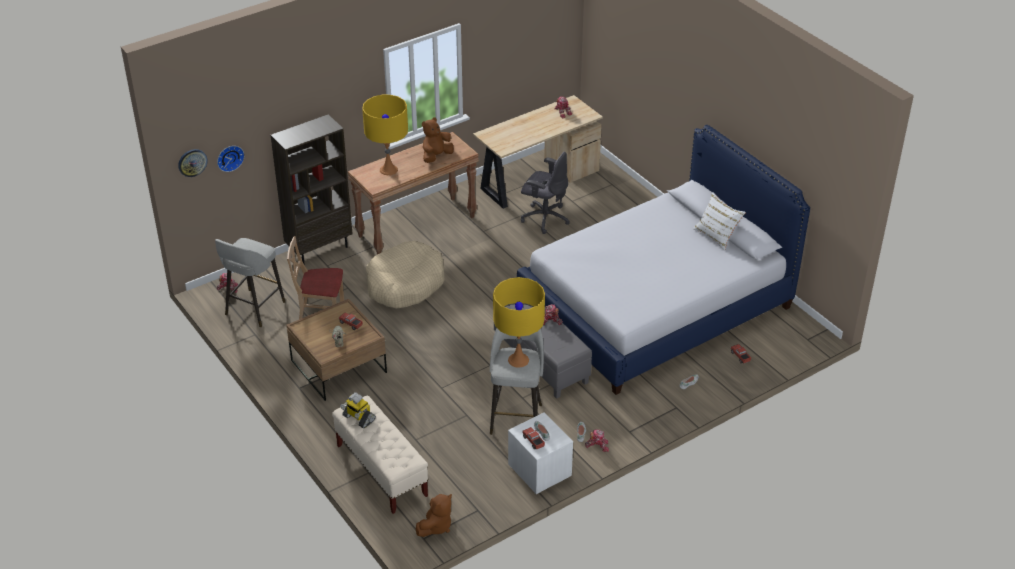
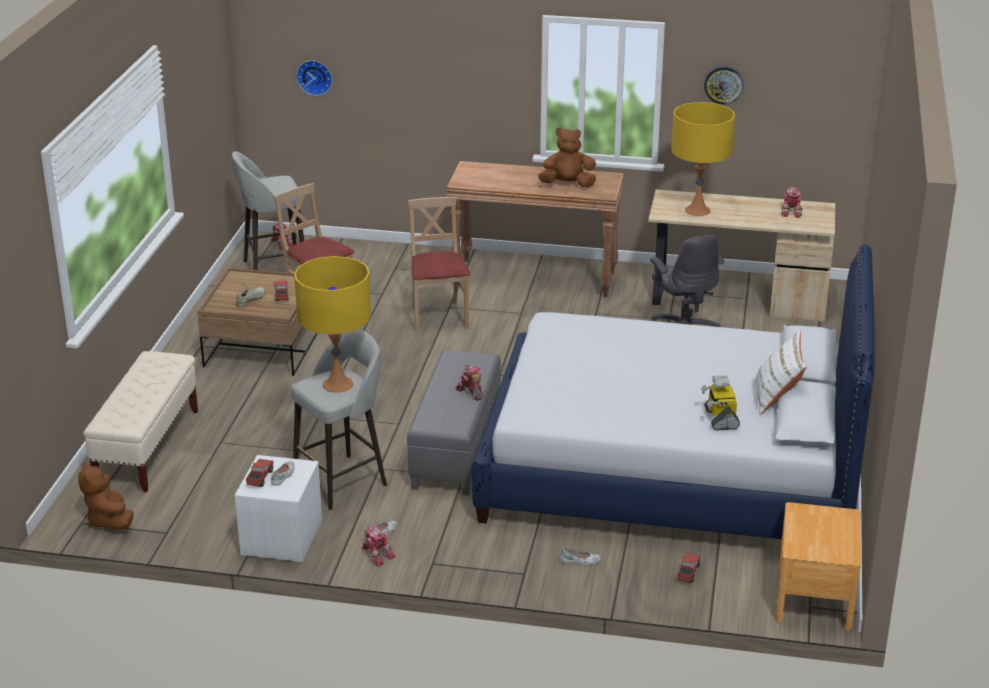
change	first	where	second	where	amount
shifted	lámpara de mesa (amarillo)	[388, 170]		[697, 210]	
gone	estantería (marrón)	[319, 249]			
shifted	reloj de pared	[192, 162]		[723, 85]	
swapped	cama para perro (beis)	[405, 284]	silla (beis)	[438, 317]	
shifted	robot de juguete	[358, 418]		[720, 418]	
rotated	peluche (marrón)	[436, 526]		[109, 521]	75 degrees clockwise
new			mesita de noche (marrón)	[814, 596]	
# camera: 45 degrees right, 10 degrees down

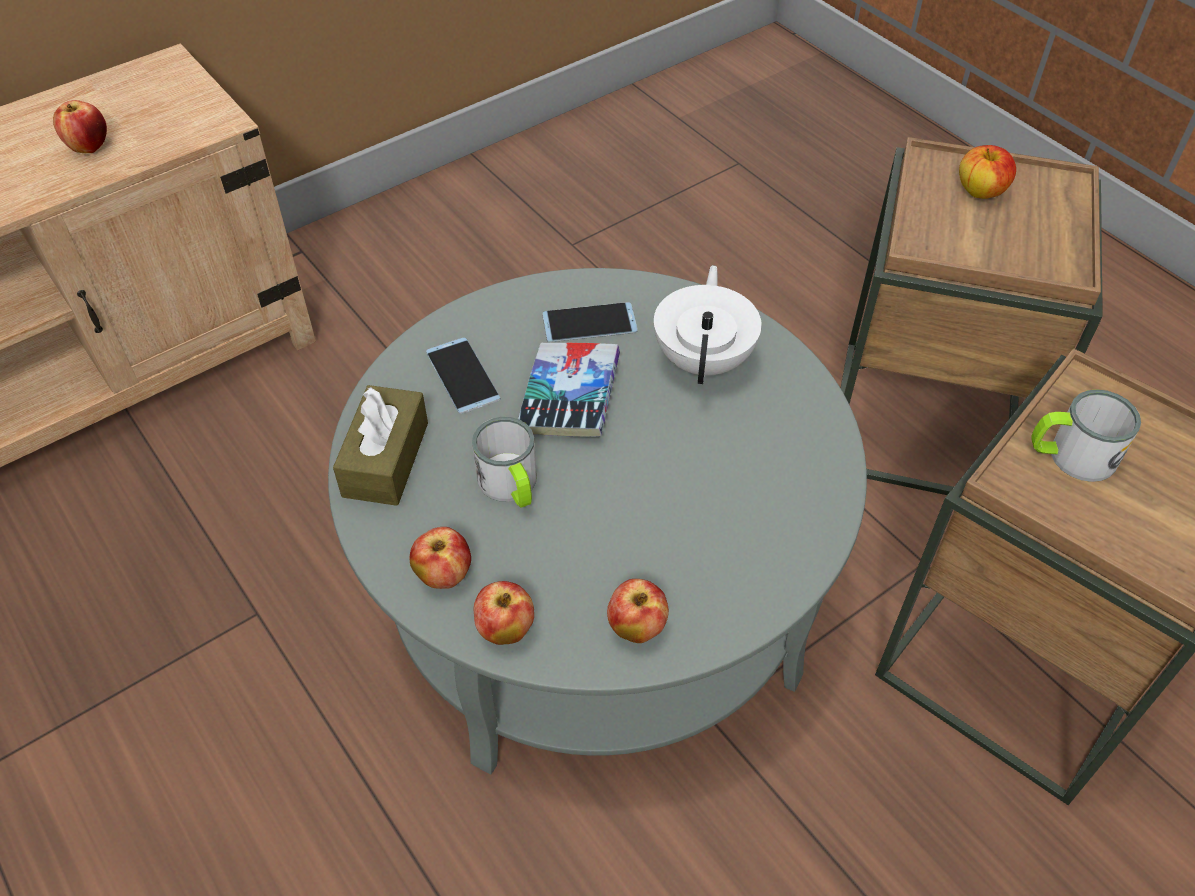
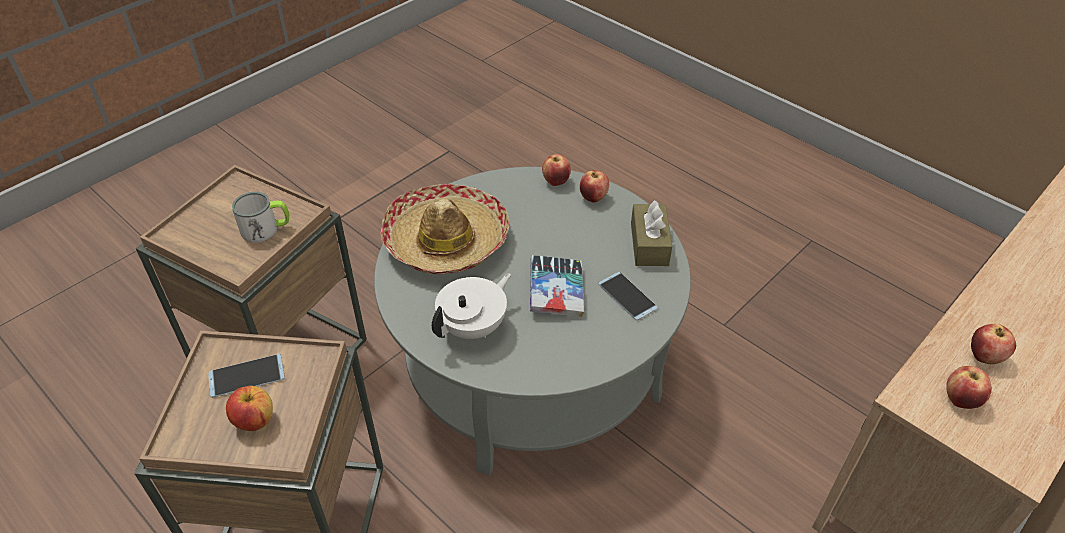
change	first	where	second	where	amount
rotated	tetera (blanco)	[704, 359]		[474, 327]	135 degrees counterclockwise
shifted	móvil	[589, 323]		[246, 376]	
gone	taza grande	[511, 486]			
shifted	manzana	[636, 628]		[961, 400]	
new			sombrero	[446, 240]	
# camera: 170 degrees right, 5 degrees down

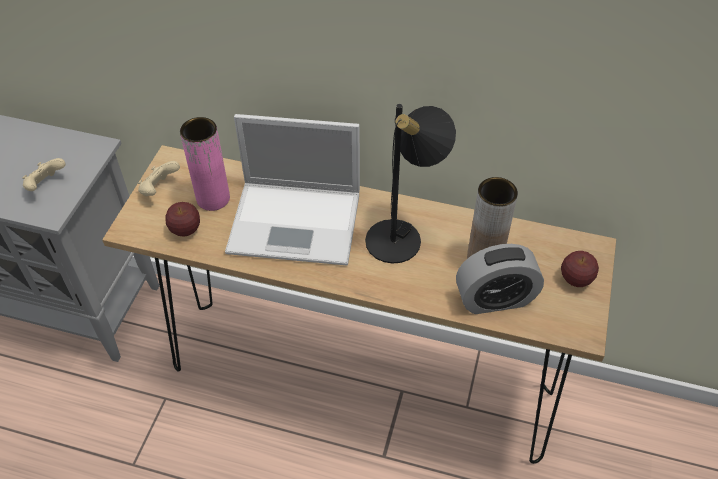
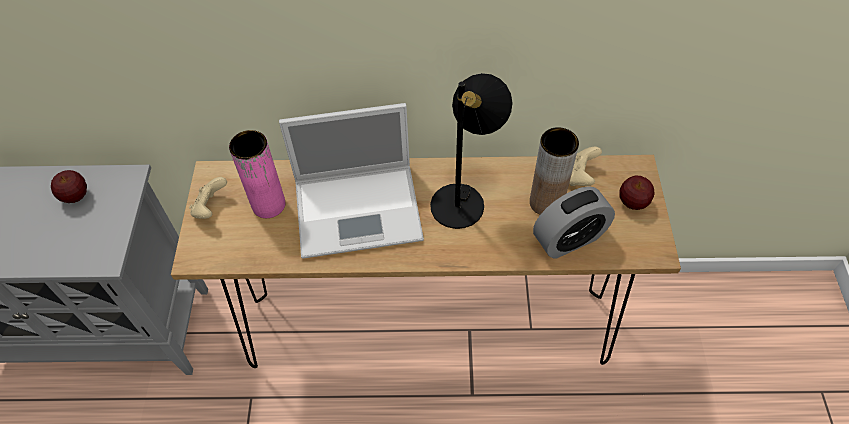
change	first	where	second	where	amount
shifted	mando de consola (beis)	[46, 185]		[580, 176]	
shifted	manzana	[185, 230]		[76, 196]	
# camera: 15 degrees left, 5 degrees up

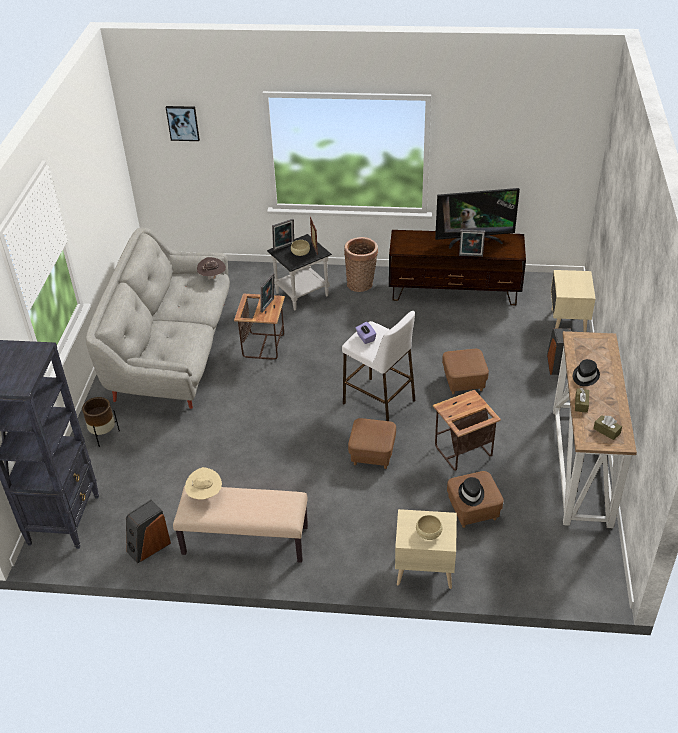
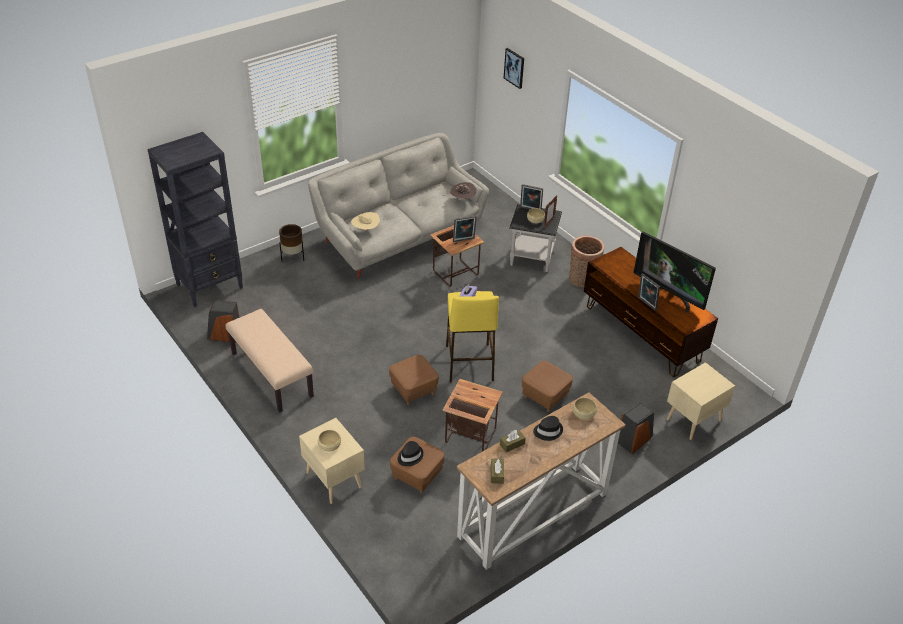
change	first	where	second	where	amount
repainted	taburete (blanco)	[379, 402]	taburete (amarillo)	[469, 363]	
shifted	sombrero (beis)	[205, 494]		[366, 230]	
new			cuenco (beis)	[584, 413]	
# camera: 45 degrees right, 0 degrees up

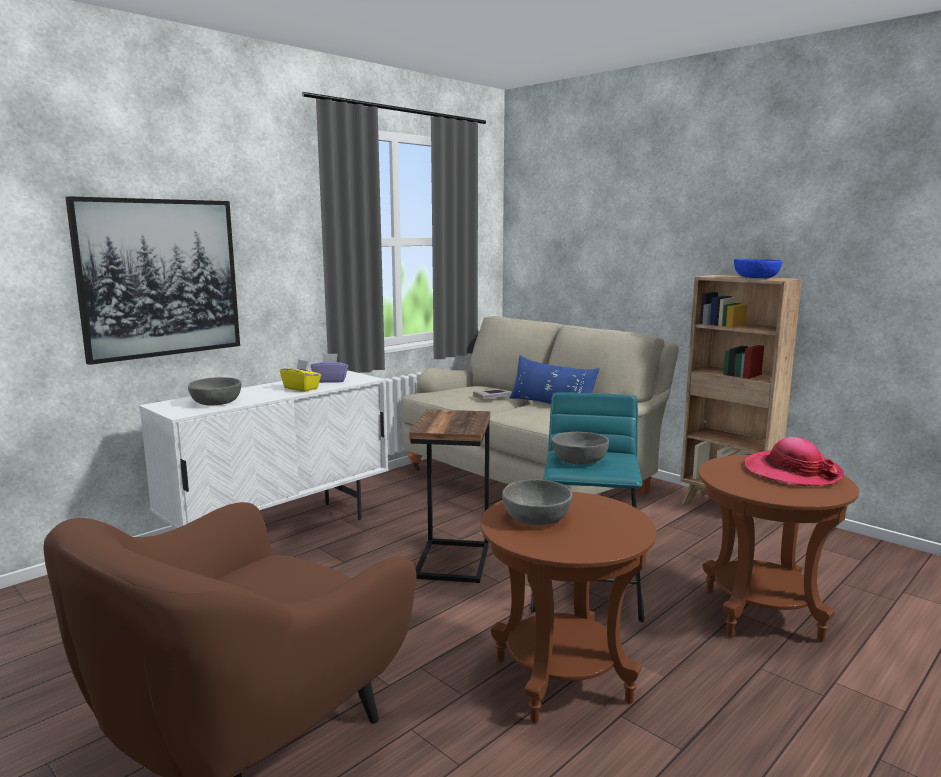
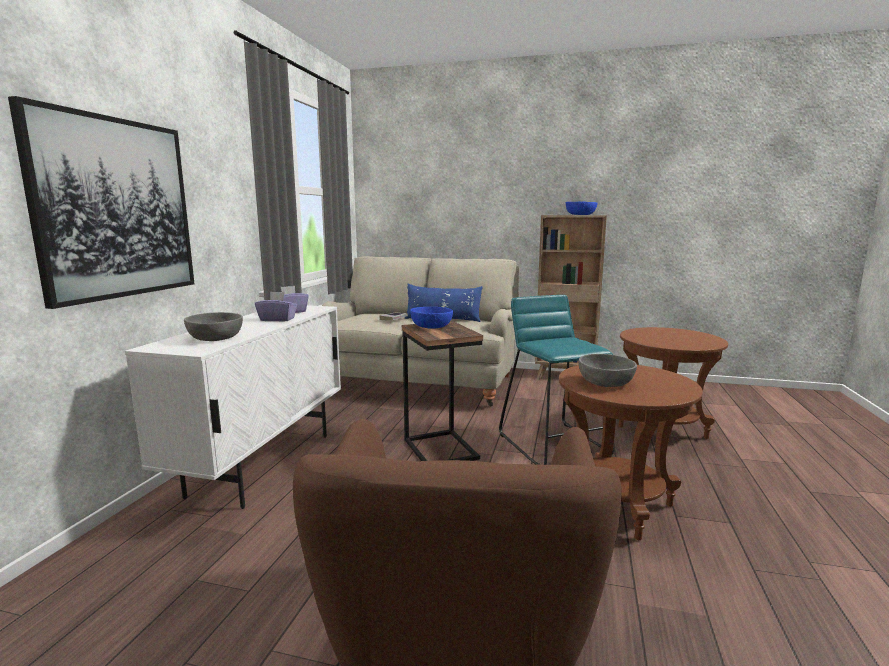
change	first	where	second	where	amount
repainted	caja de pañuelos (amarillo)	[301, 388]	caja de pañuelos (morado)	[277, 319]	
gone	cuenco (gris)	[579, 460]			
gone	sombrero	[792, 472]			
new			cuenco (azul)	[431, 326]	
# camera: 30 degrees left, 0 degrees up

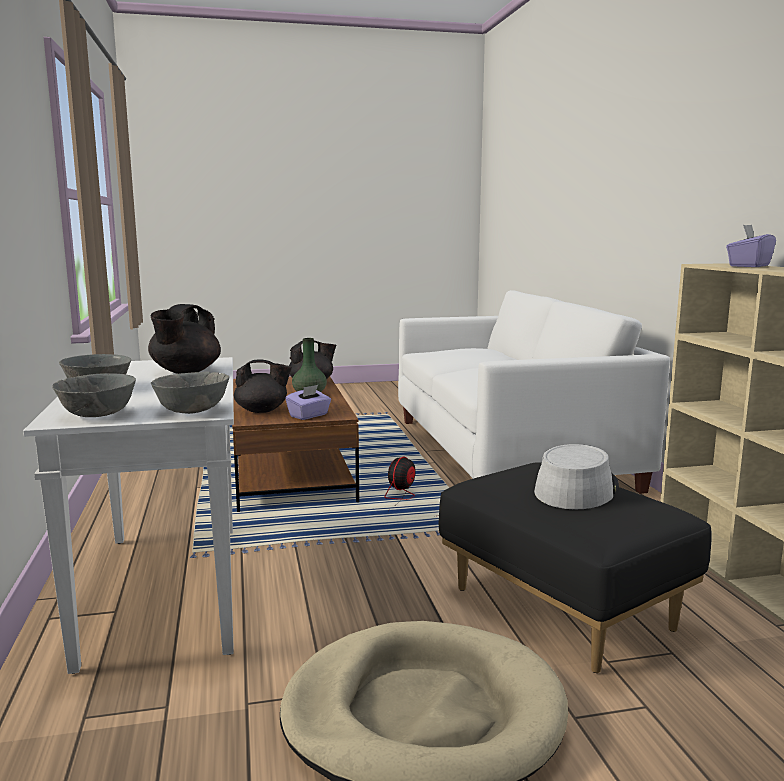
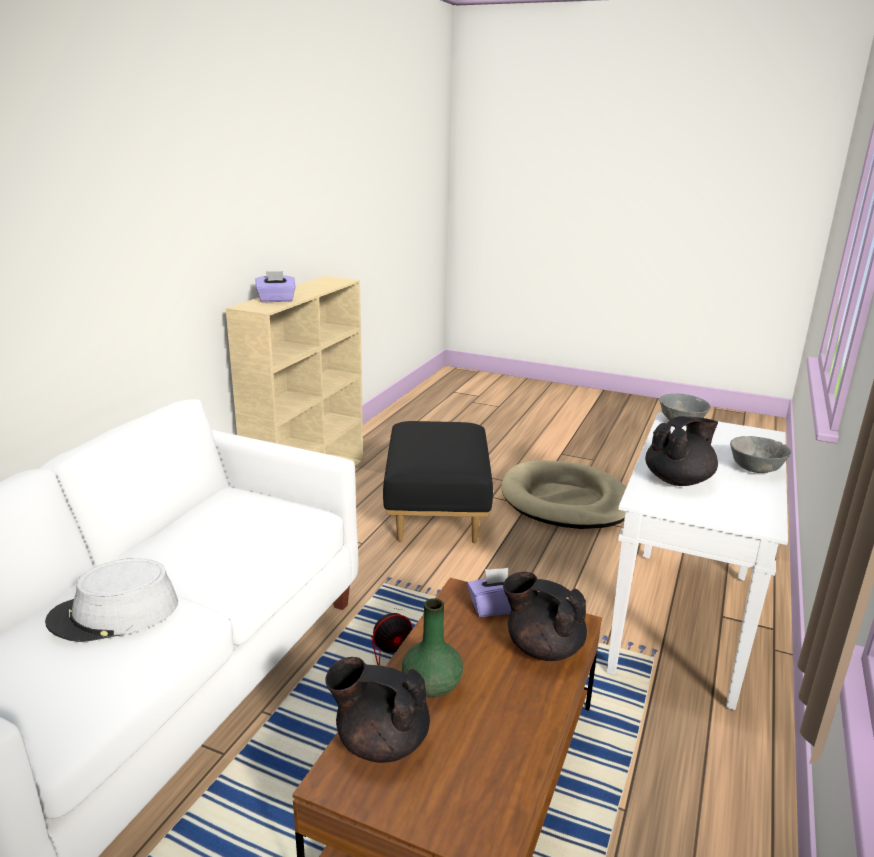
change	first	where	second	where	amount
gone	cuenco (gris)	[97, 415]			
shifted	sombrero (gris)	[576, 489]		[114, 613]	
# camera: 145 degrees left, 10 degrees up

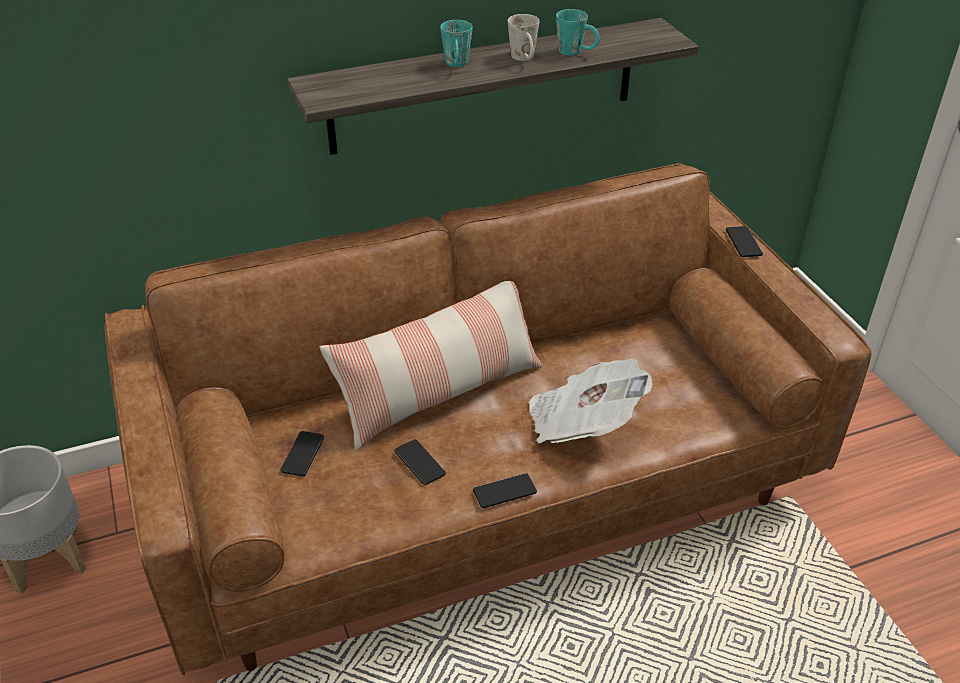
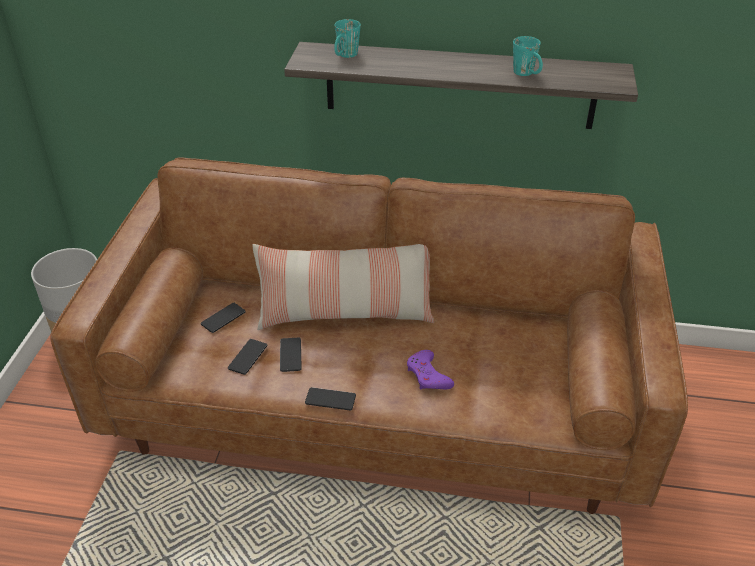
change	first	where	second	where	amount
gone	taza grande (blanco)	[525, 59]			
shifted	taza grande (turquesa)	[457, 66]		[345, 56]	
shifted	móvil	[743, 242]		[247, 357]	
swapped	periódico	[583, 423]	mando de consola (morado)	[428, 375]	
# camera: 30 degrees right, 0 degrees up

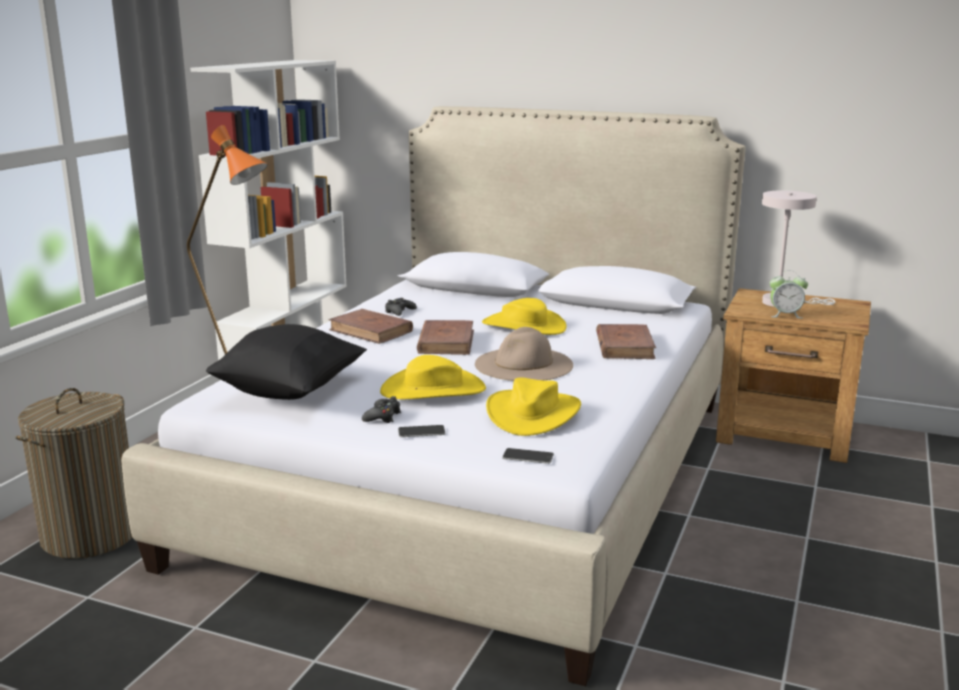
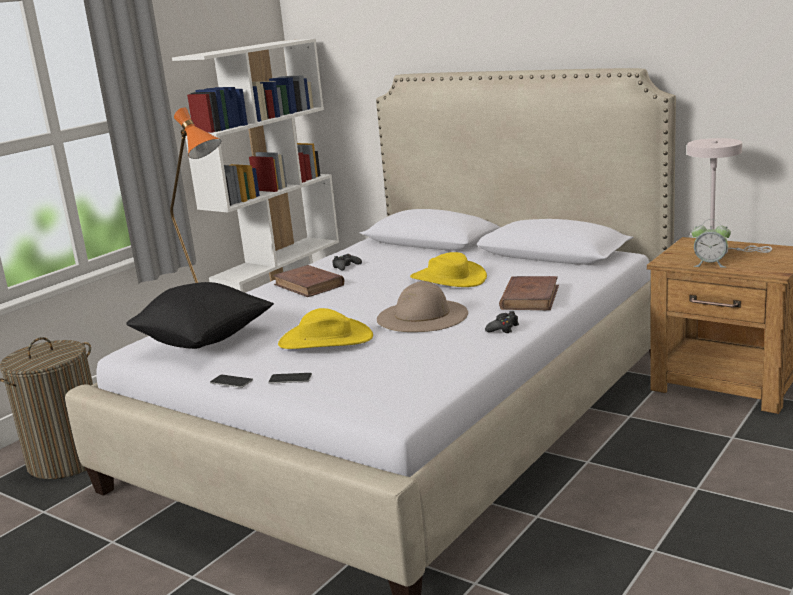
change	first	where	second	where	amount
gone	libro (marrón)	[446, 342]			
gone	sombrero (amarillo)	[533, 413]			
shifted	mando de consola (negro)	[382, 417]		[503, 328]	
shifted	móvil	[528, 456]		[231, 381]	
# camera: 15 degrees right, 0 degrees up

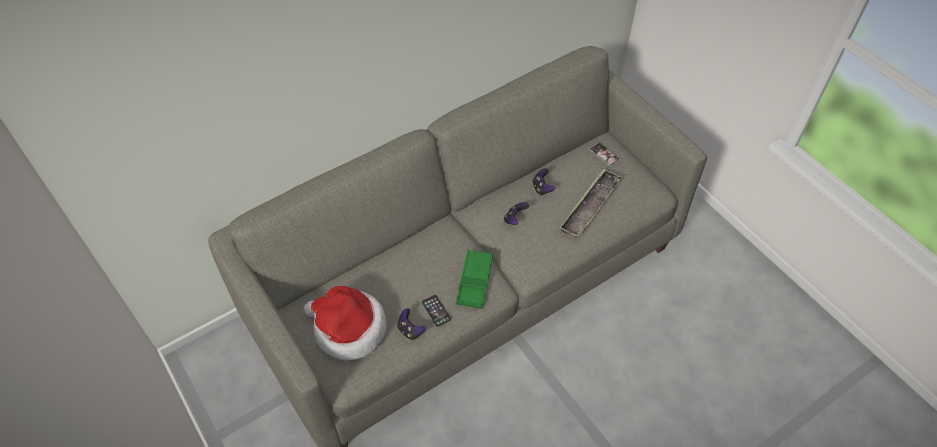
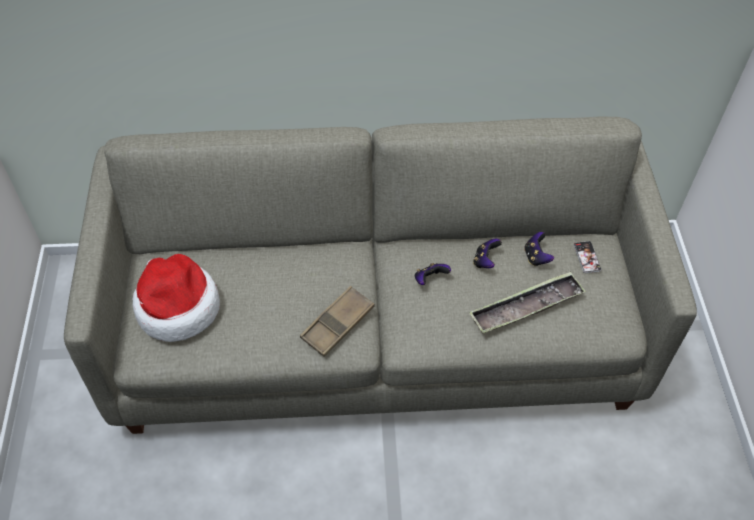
change	first	where	second	where	amount
repainted	bandeja (verde)	[474, 281]	bandeja (marrón)	[337, 324]	
gone	móvil	[436, 311]			
shifted	mando de consola	[410, 330]		[536, 257]	
# camera: 30 degrees right, 0 degrees up

